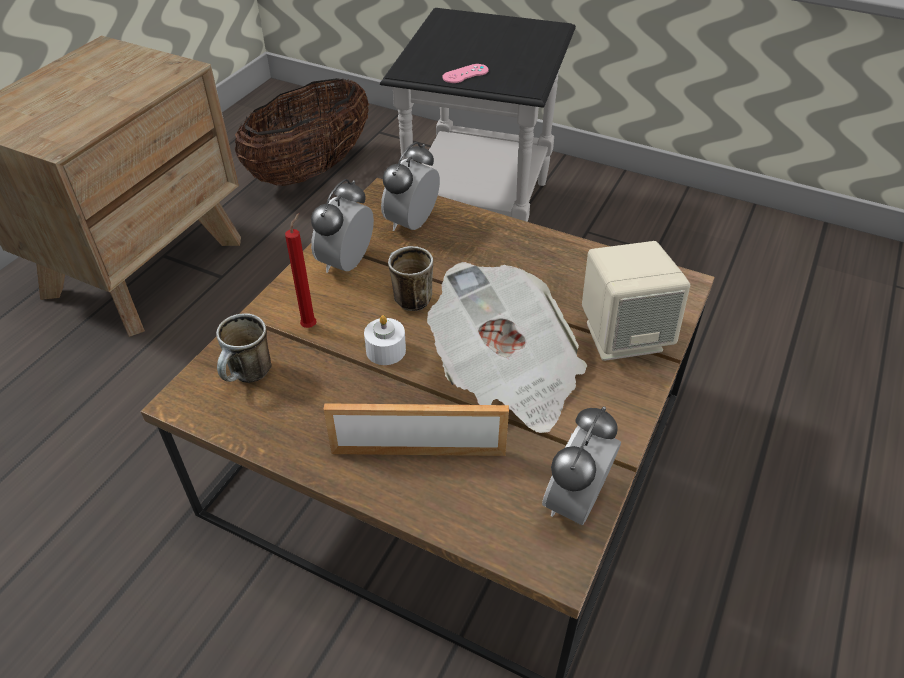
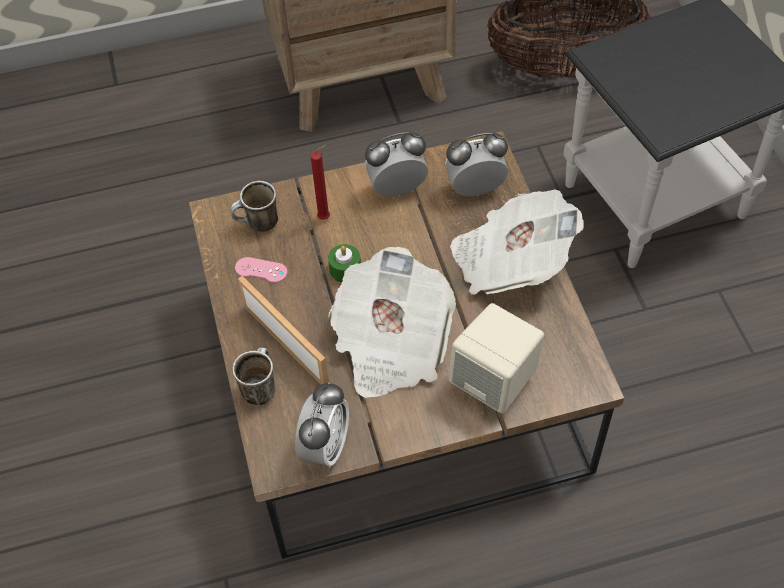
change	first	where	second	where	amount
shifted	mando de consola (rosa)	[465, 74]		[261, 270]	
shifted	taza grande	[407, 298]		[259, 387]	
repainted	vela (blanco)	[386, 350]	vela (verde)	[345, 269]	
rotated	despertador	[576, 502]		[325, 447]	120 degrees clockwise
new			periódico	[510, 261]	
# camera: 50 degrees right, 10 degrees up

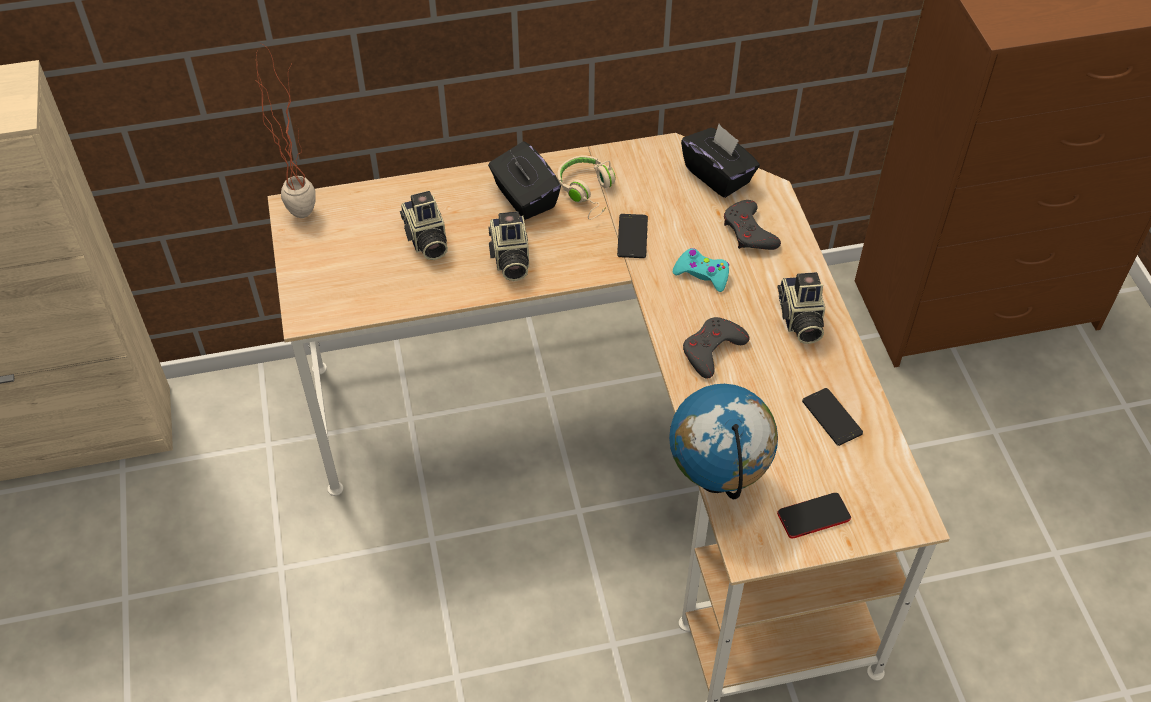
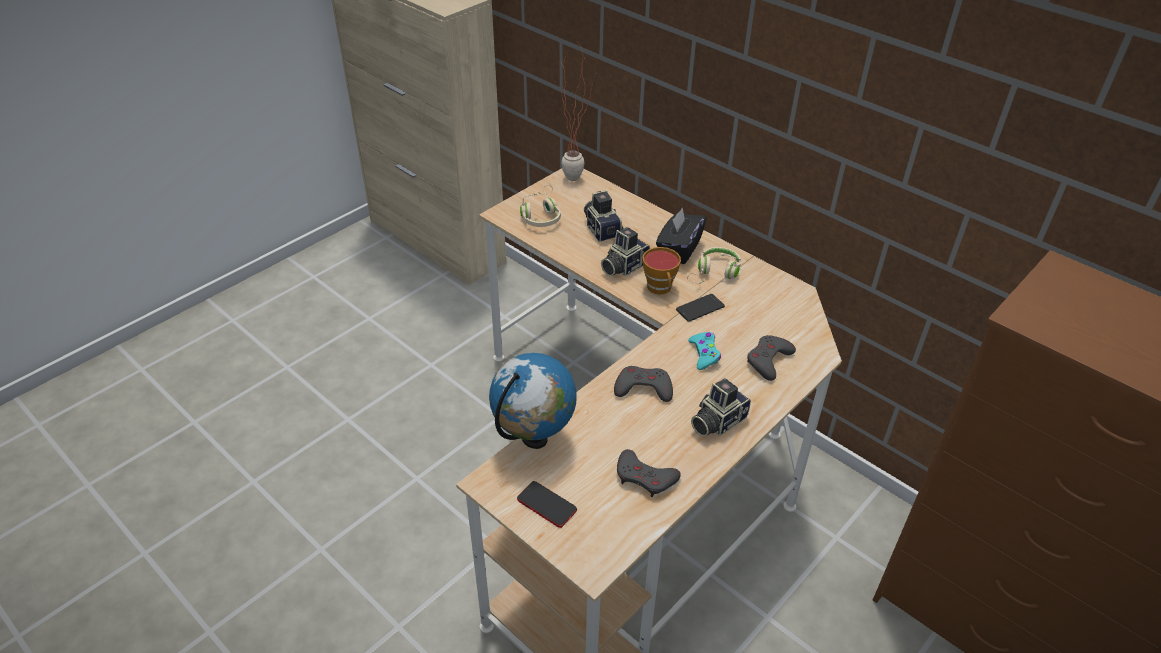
change	first	where	second	where	amount
gone	caja de pañuelos (negro)	[718, 175]			
rotated	cámara	[426, 240]		[602, 228]	120 degrees clockwise
swapped	móvil	[832, 417]	mando de consola (gris)	[645, 477]	
new			auriculares (beis)	[541, 215]	
new			taza	[660, 288]	
# camera: 55 degrees right, 10 degrees down

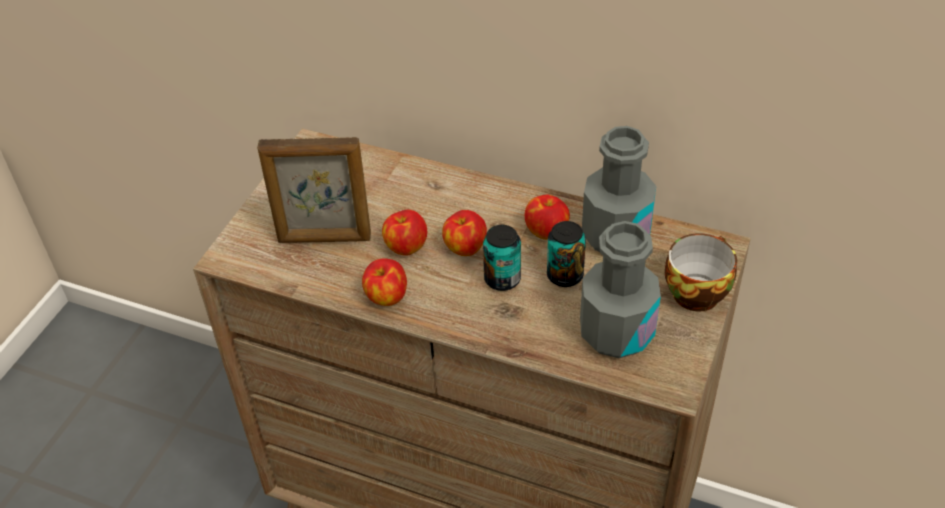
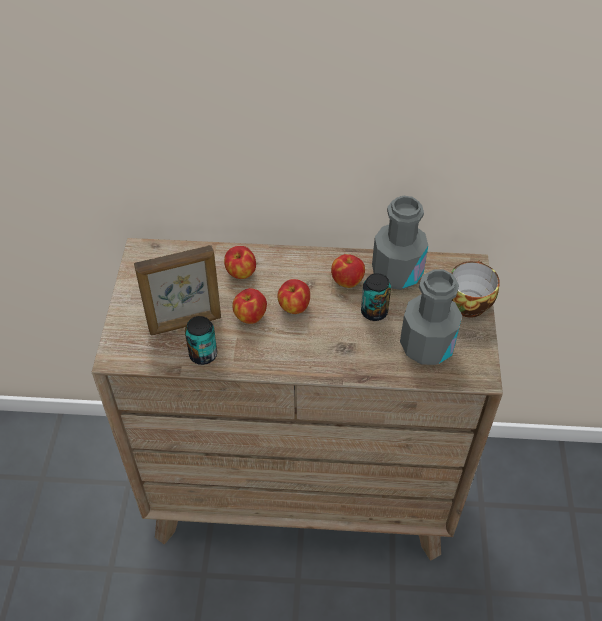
change	first	where	second	where	amount
shifted	lata	[502, 279]		[203, 354]	
shifted	manzana	[386, 297]		[240, 273]	
# camera: 20 degrees left, 5 degrees up

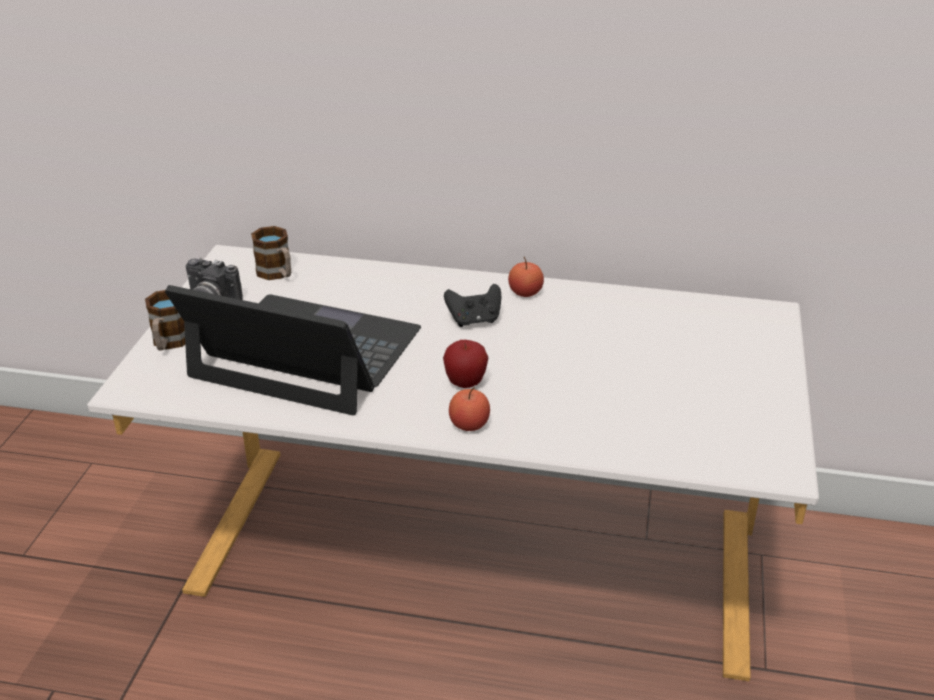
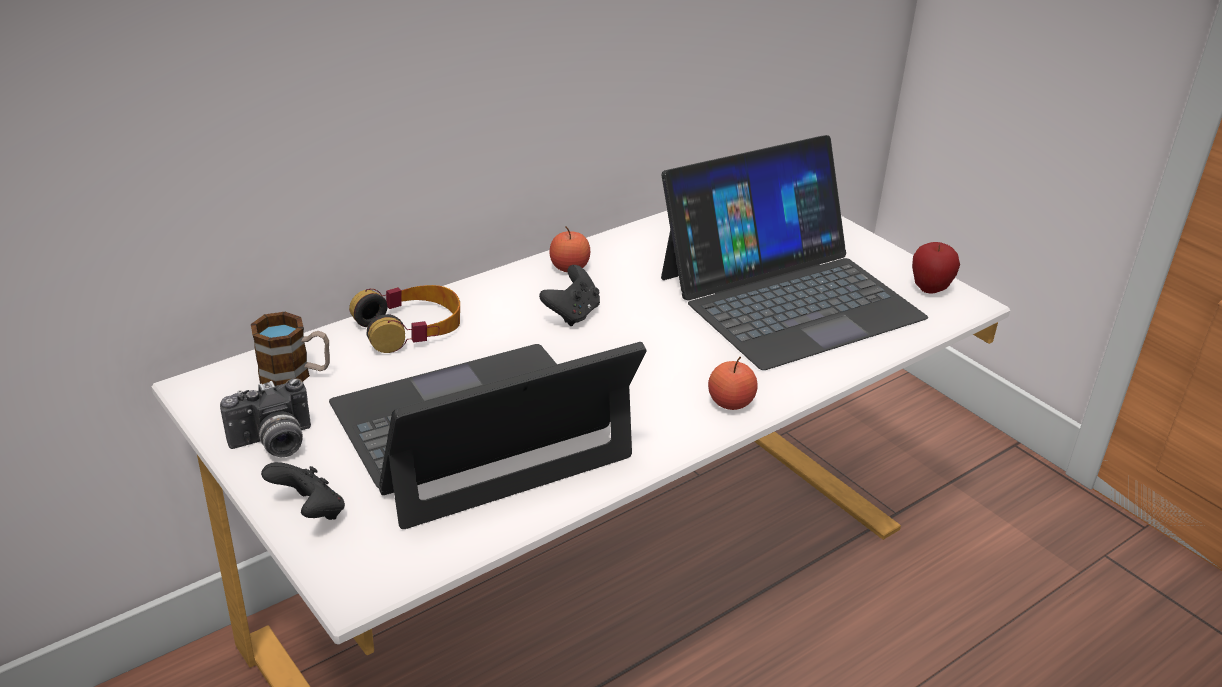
change	first	where	second	where	amount
swapped	taza grande	[169, 343]	mando de consola (negro)	[310, 512]	
shifted	manzana	[465, 384]		[930, 289]	
new			portátil	[788, 296]	
new			auriculares	[410, 328]	
# camera: 50 degrees left, 0 degrees up

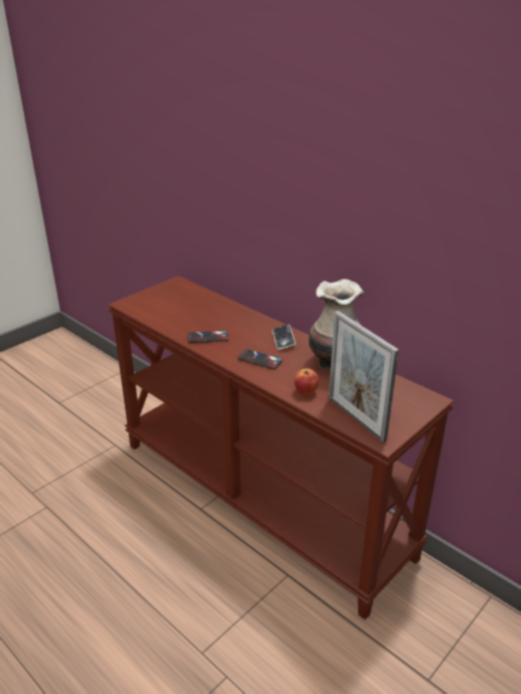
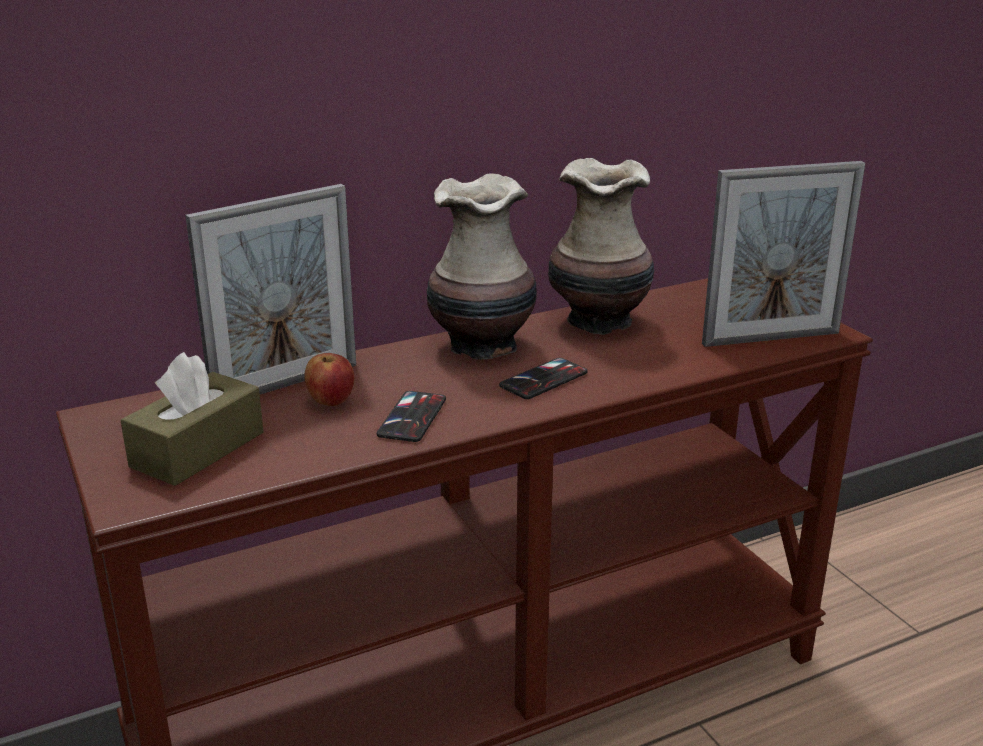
change	first	where	second	where	amount
swapped	móvil	[283, 339]	florero	[483, 346]	
shifted	manzana	[306, 391]		[331, 401]	
new			portarretratos	[286, 384]	
new			caja de pañuelos (marrón)	[198, 449]	
# camera: 70 degrees left, 5 degrees down

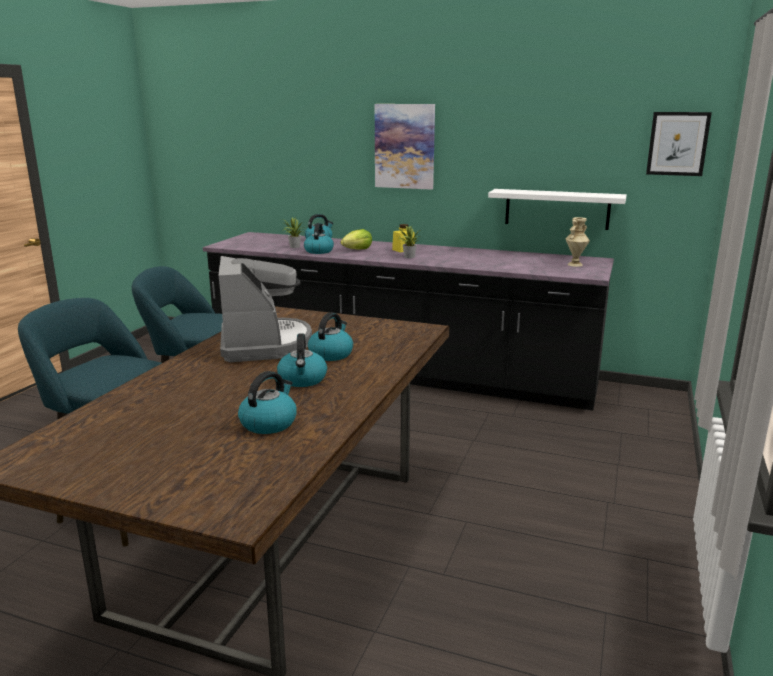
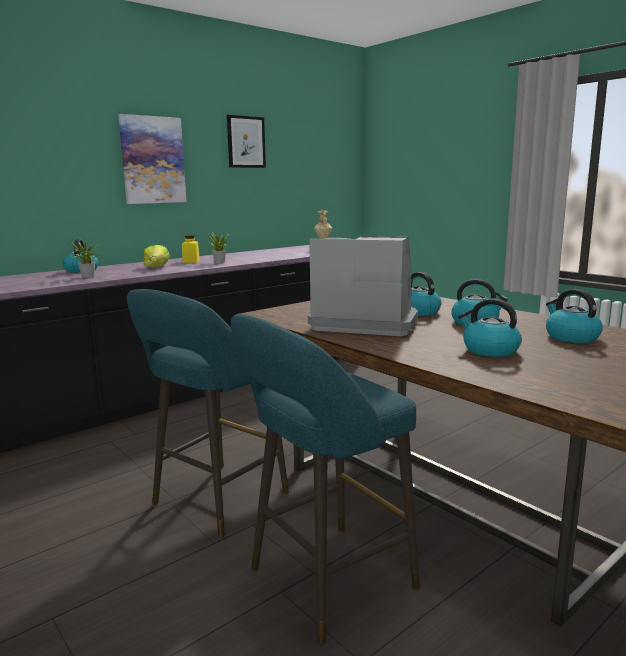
change	first	where	second	where	amount
shifted	cuadro	[677, 143]		[246, 142]	
gone	estante (blanco)	[557, 209]			
shifted	hervidor	[319, 251]		[489, 350]	
# camera: 60 degrees left, 5 degrees down

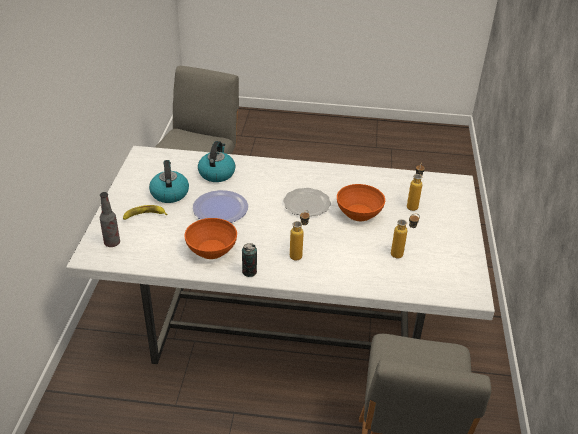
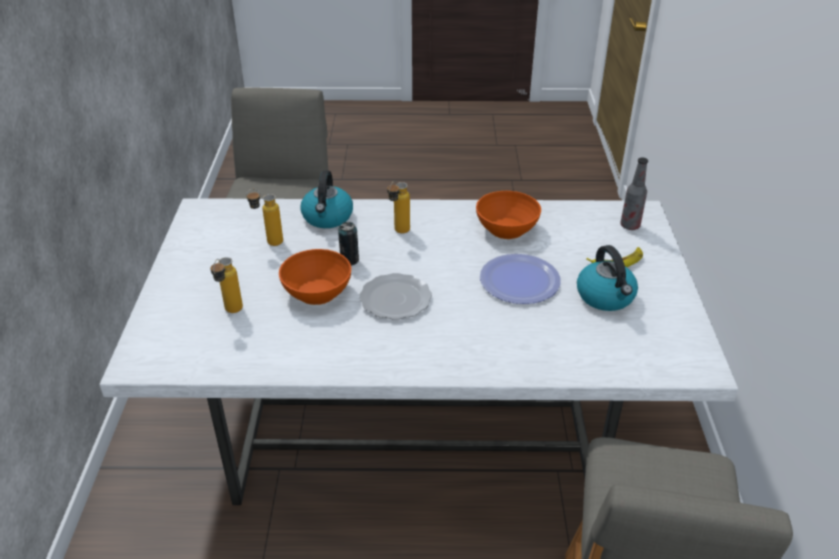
change	first	where	second	where	amount
shifted	hervidor	[216, 173]		[327, 217]	
shifted	lata	[249, 272]		[349, 260]	
# camera: 175 degrees right, 0 degrees up

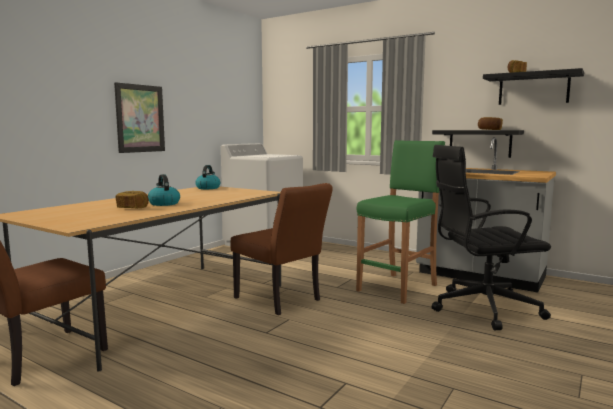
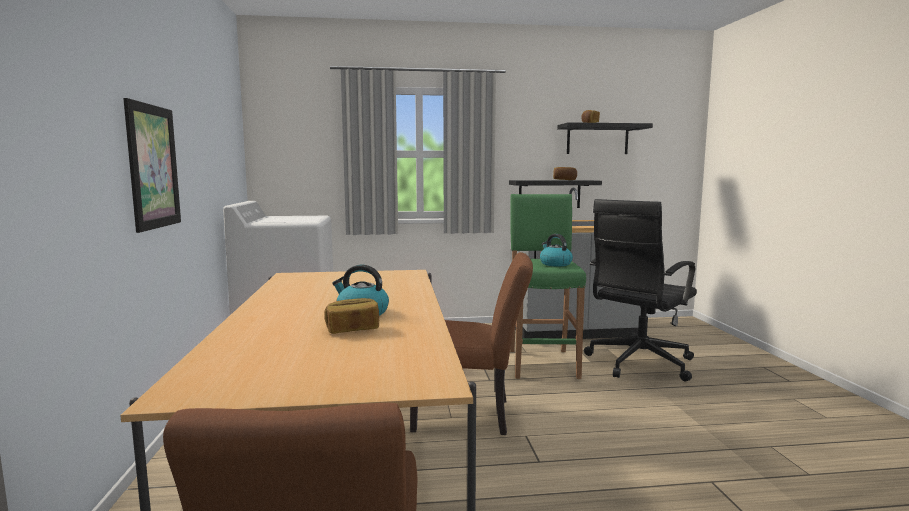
change	first	where	second	where	amount
shifted	hervidor	[208, 188]		[555, 264]	
# camera: 40 degrees left, 0 degrees up

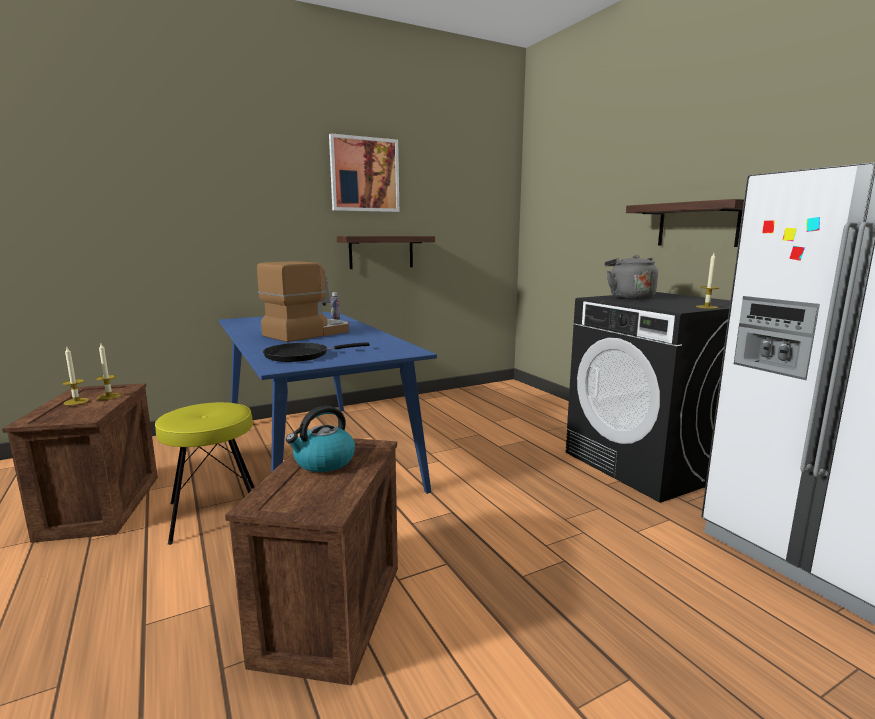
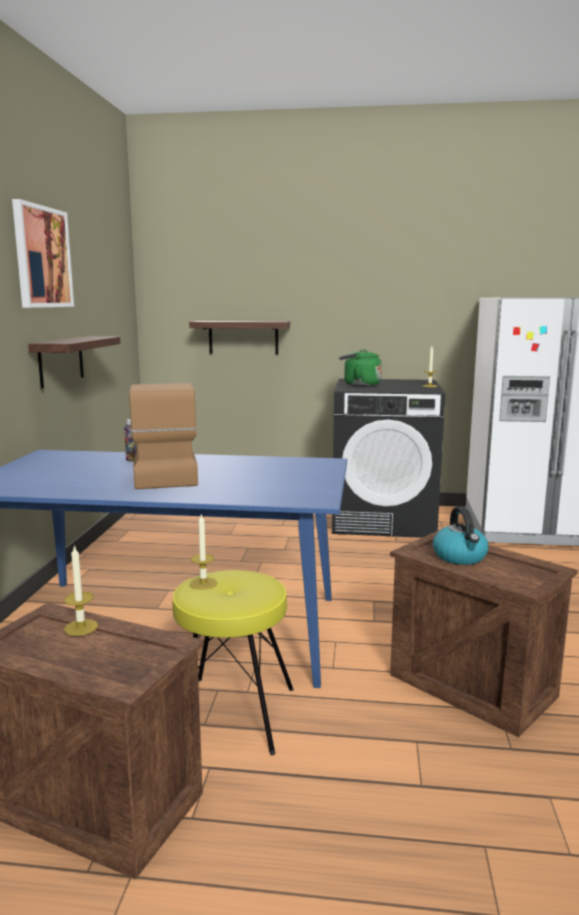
change	first	where	second	where	amount
shifted	estante	[698, 225]		[243, 337]	
repainted	hervidor (gris)	[629, 297]	hervidor (verde)	[359, 385]	
gone	sartén (negro)	[301, 355]			
shifted	vela	[76, 401]		[203, 583]	
# camera: 55 degrees left, 0 degrees up

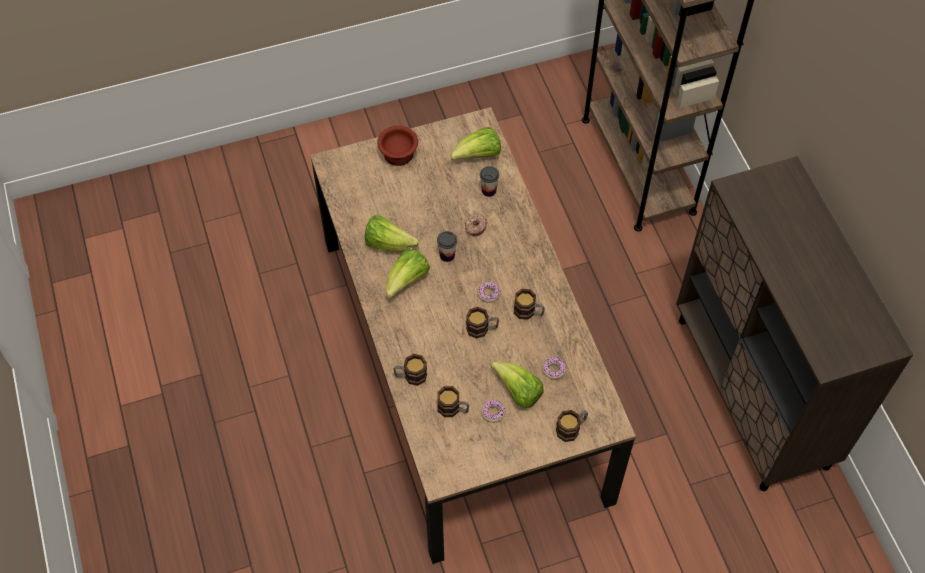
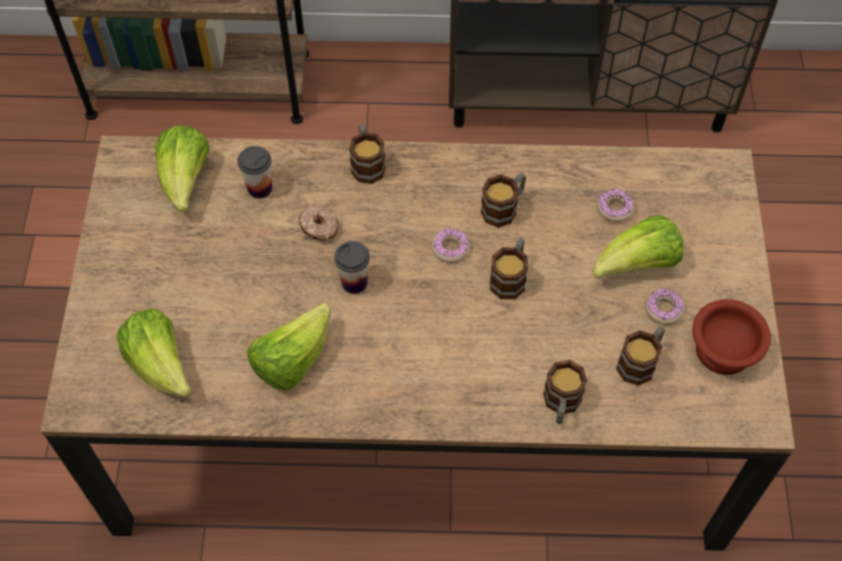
change	first	where	second	where	amount
shifted	cuenco (marrón)	[397, 154]		[723, 353]	
shifted	lechuga	[407, 281]		[161, 365]	
shifted	taza grande	[571, 428]		[366, 163]	
# camera: 70 degrees left, 0 degrees up

